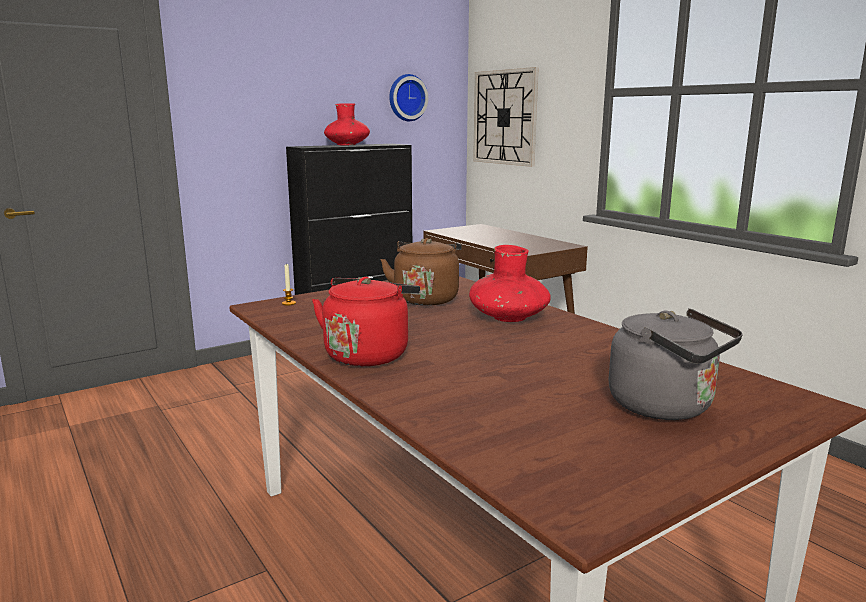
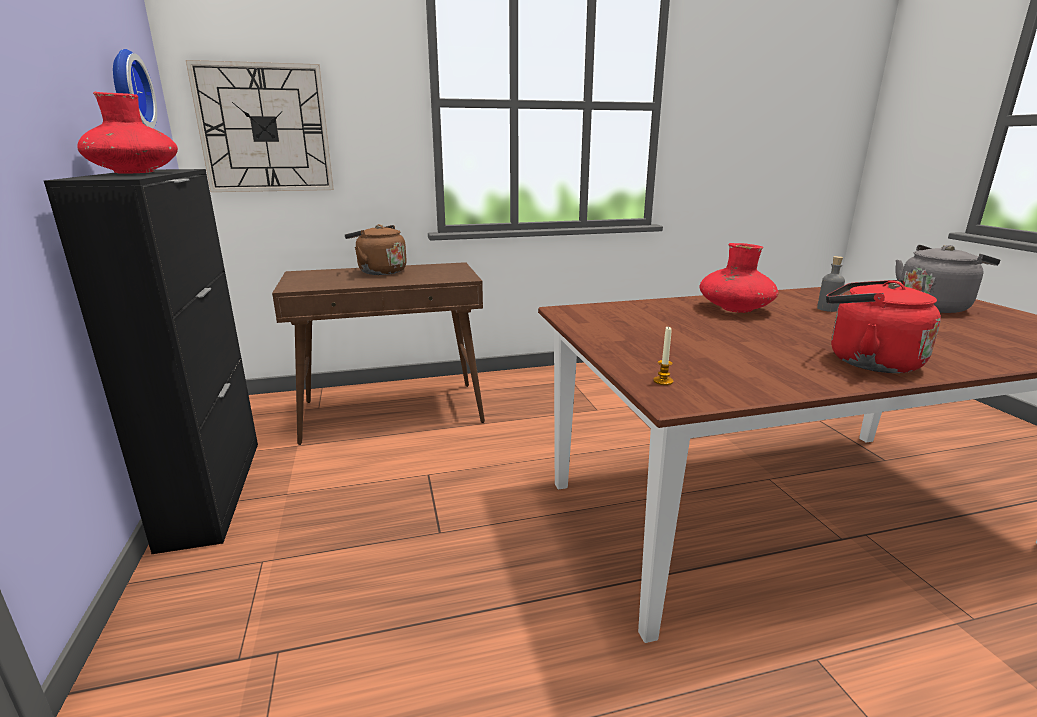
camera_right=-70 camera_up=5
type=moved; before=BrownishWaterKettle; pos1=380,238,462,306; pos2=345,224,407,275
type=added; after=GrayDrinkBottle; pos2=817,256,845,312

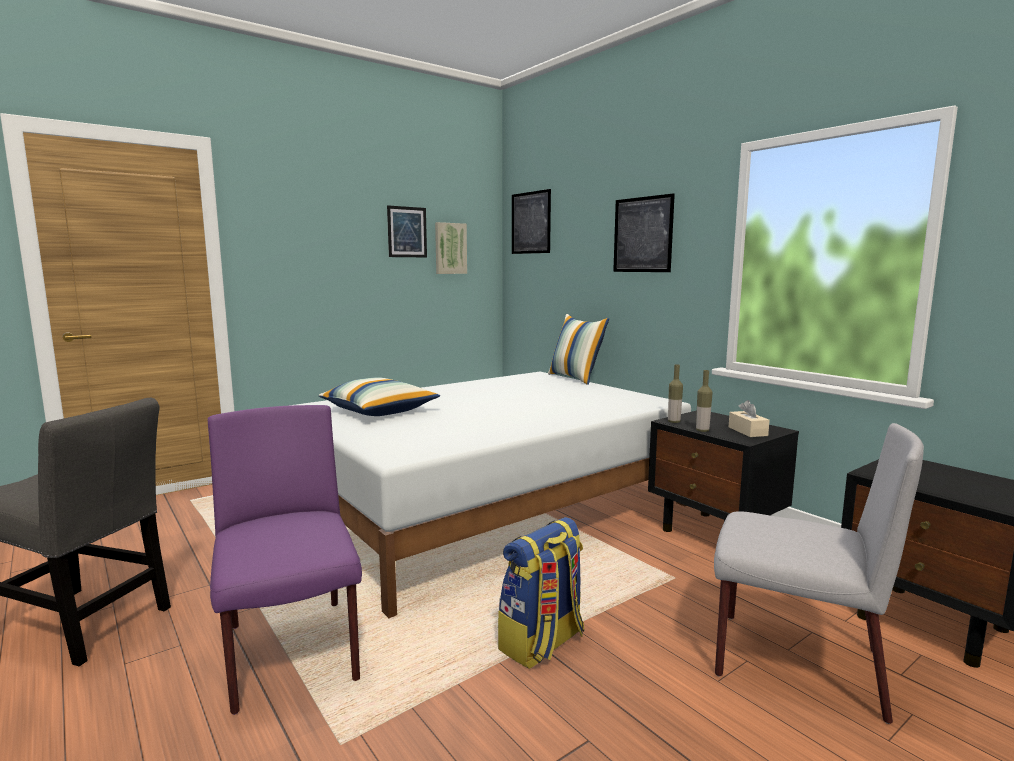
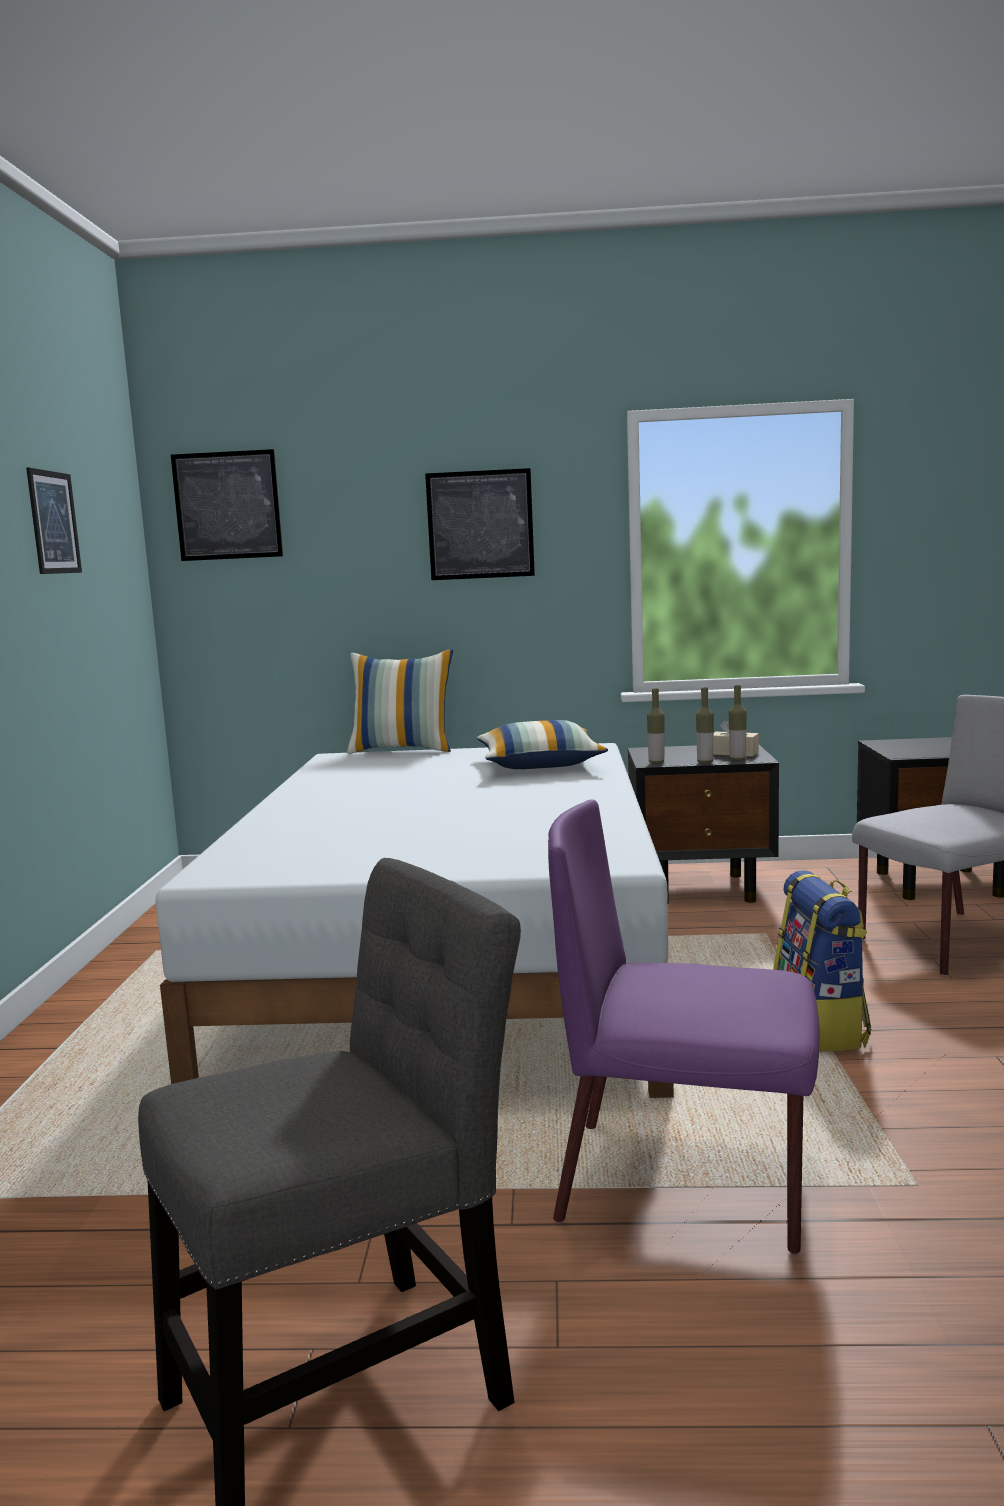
camera_right=-50 camera_up=0
type=moved; before=Pillow; pos1=318,377,440,416; pos2=477,720,608,769
type=removed; before=WallPicture; pos1=435,222,467,274
type=added; after=DrinkBottle; pos2=729,685,747,761

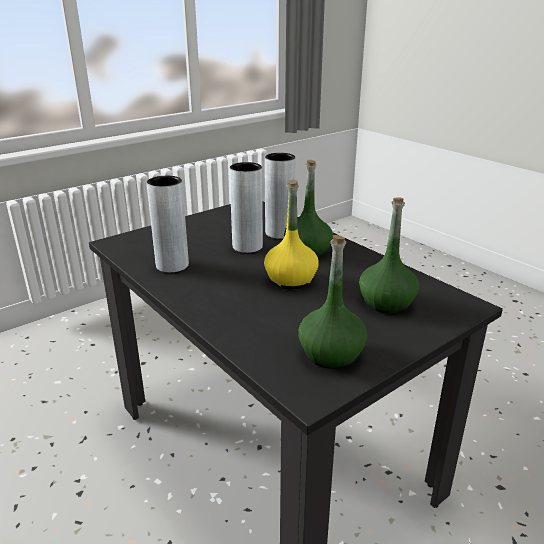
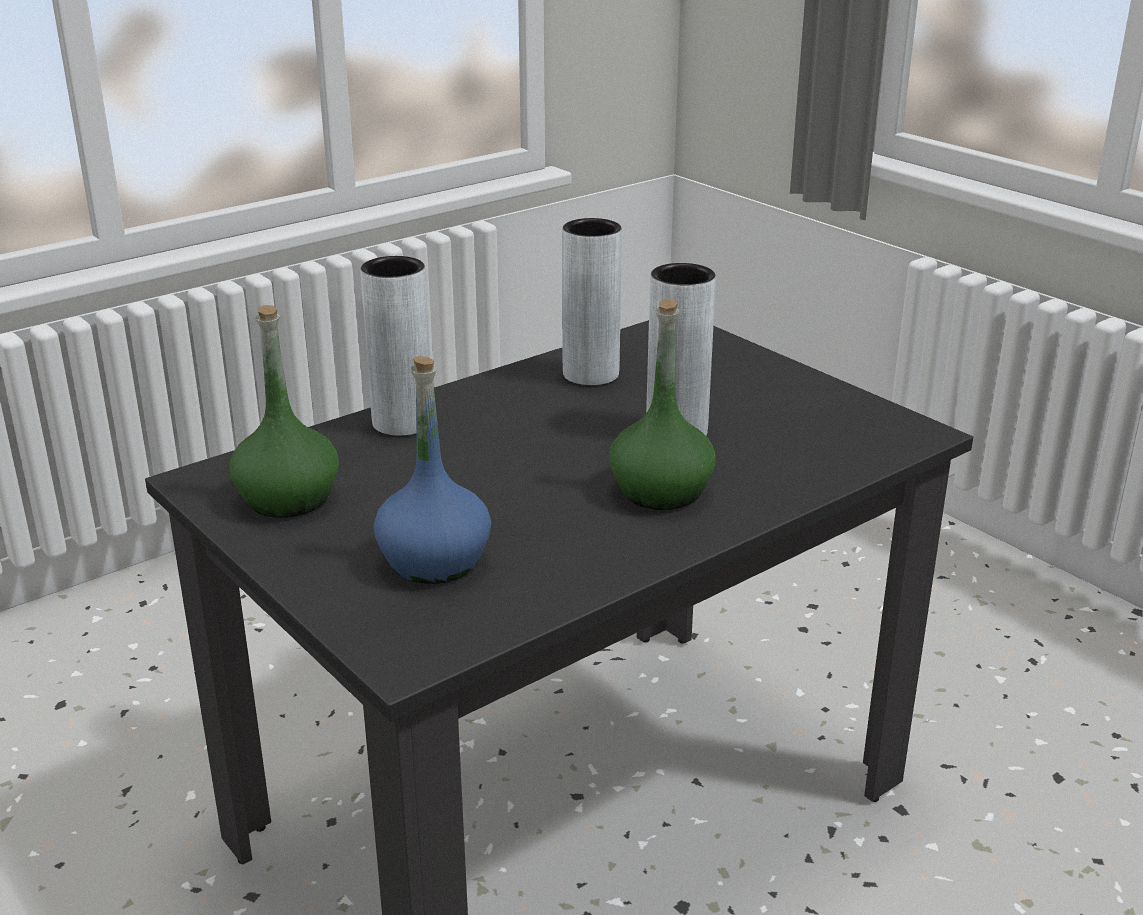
camera_right=90 camera_up=0
type=removed; before=YellowColouredDrinkBottle; pos1=264,180,319,289
type=moved; before=GrayDecorativeVase; pos1=265,153,296,239; pos2=360,256,430,436
type=recoloured; before=GreenishDrinkBottle; after=BlueColouredDrinkBottle; pos1=359,198,419,314; pos2=374,356,491,584

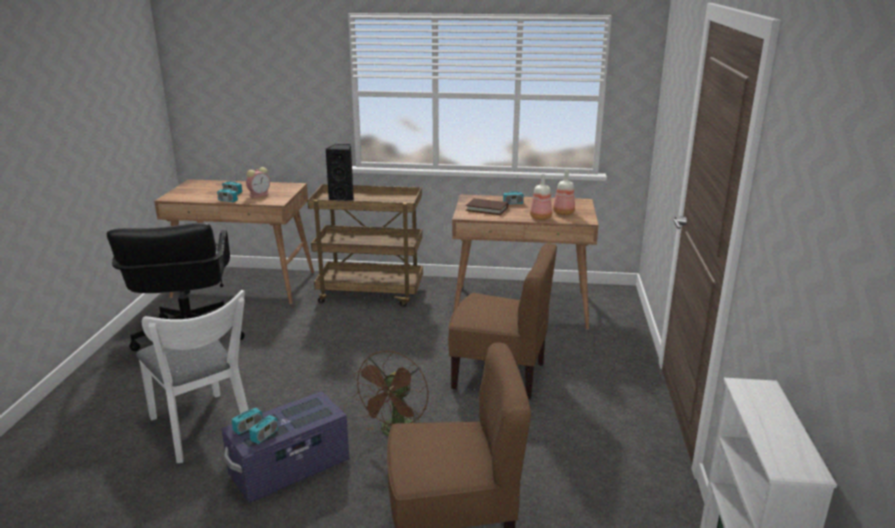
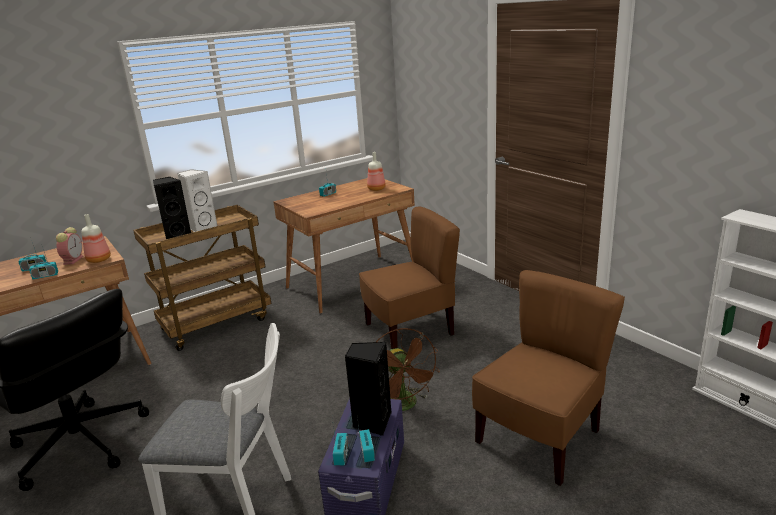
camera_right=-40 camera_up=0
type=removed; before=BrownishVolume; pos1=466,198,508,215
type=moved; before=DrinkBottle; pos1=530,174,552,220; pos2=81,214,111,263
type=added; after=WhitishLoudspeaker; pos2=177,169,217,232
type=added; after=BlackLoudspeaker; pos2=345,342,392,436

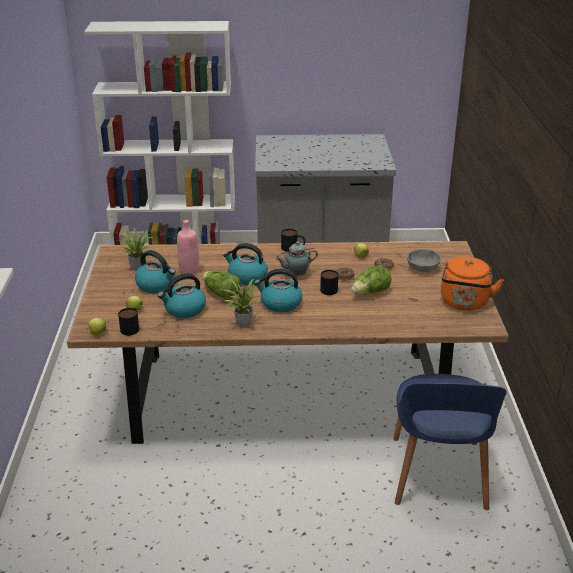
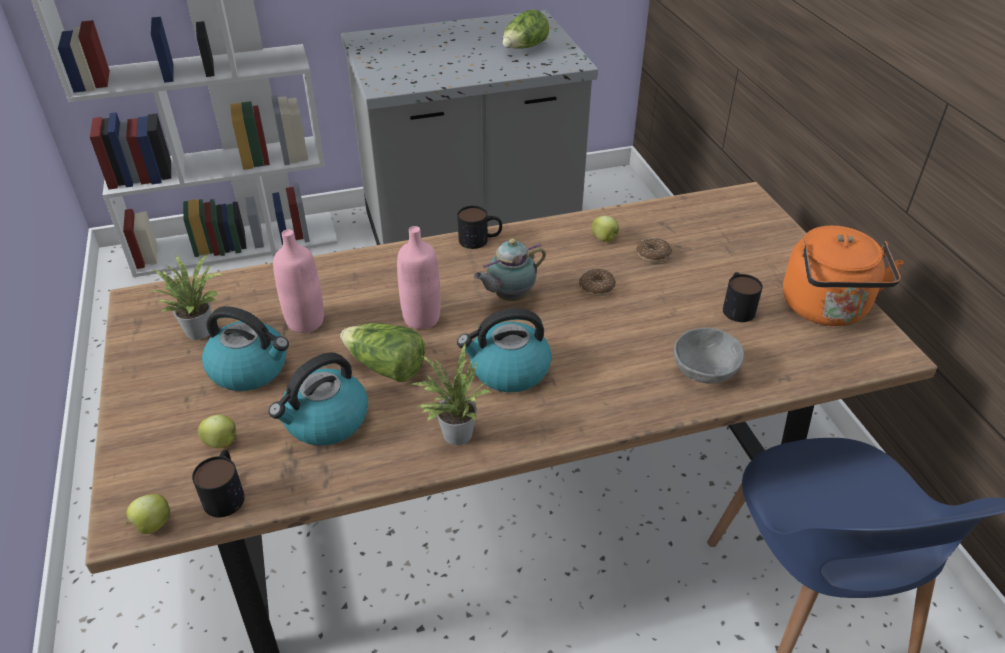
camera_right=-15 camera_up=10
type=replaced; before=WaterKettle; after=PinkDrinkBottle; pos1=223,243,268,285; pos2=397,226,441,329
type=moved; before=CoffeeMug; pos1=320,270,338,295; pos2=723,272,763,322
type=moved; before=LettuceHead; pos1=351,265,392,294; pos2=503,9,549,49
type=moved; before=GrayServingBowl; pos1=407,249,441,272; pos2=674,328,744,384

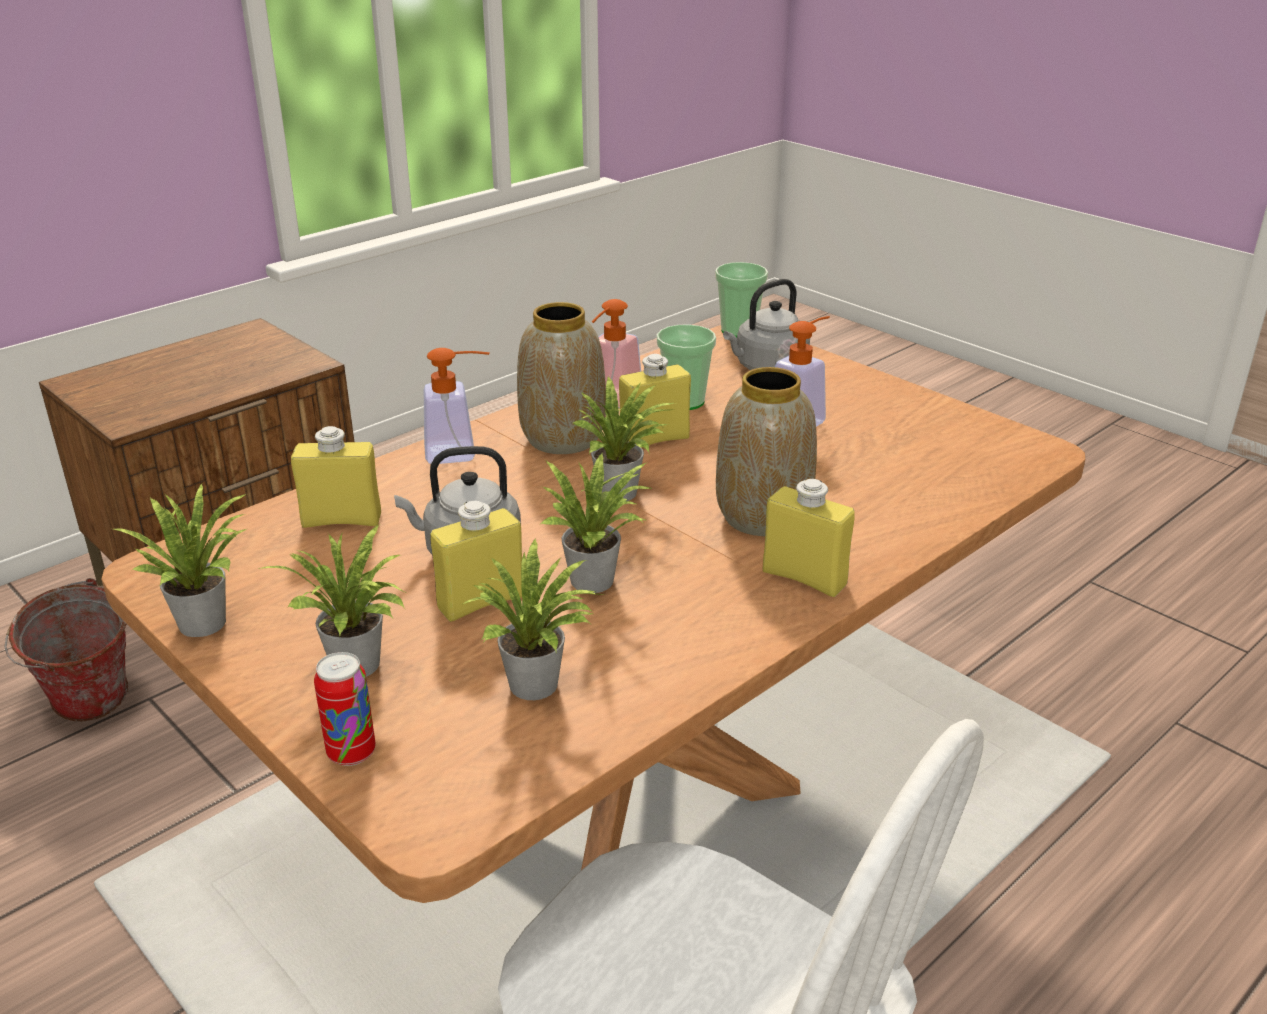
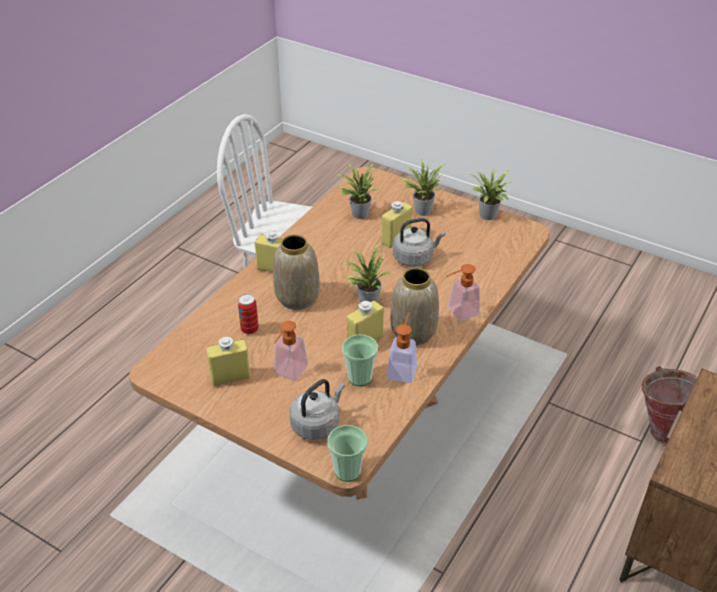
camera_right=165 camera_up=10
type=moved; before=YellowColouredDrinkBottle; pos1=291,426,381,528; pos2=206,337,251,386
type=moved; before=SealedCan; pos1=314,652,376,766; pos2=238,294,259,334
type=removed; before=Houseplant; pos1=540,453,653,593

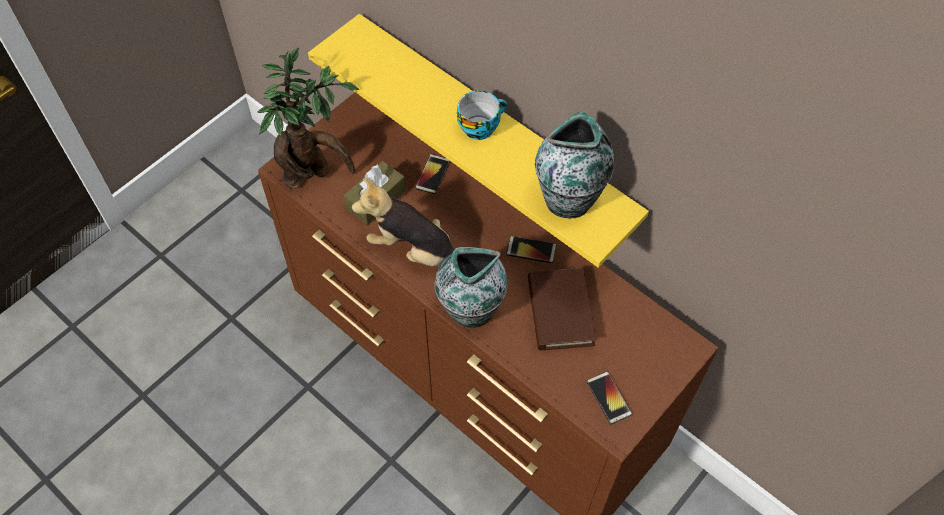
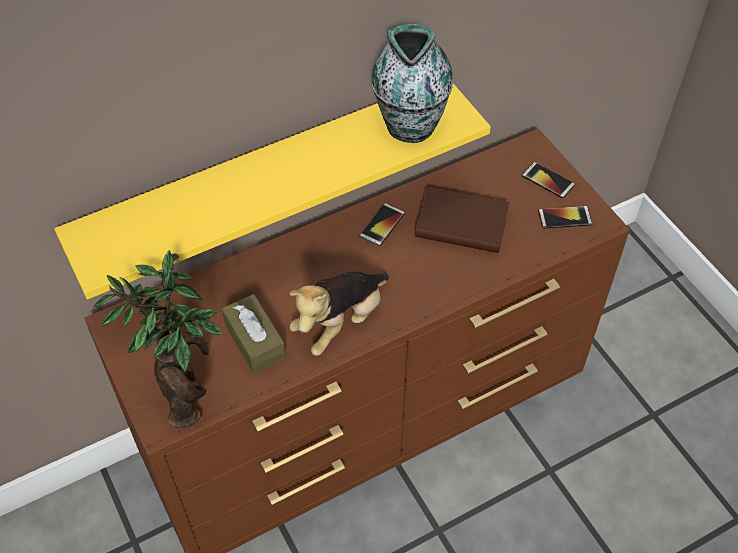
camera_right=-70 camera_up=-5
type=moved; before=Telephone; pos1=415,154,450,194; pos2=522,162,575,198
type=removed; before=DecorativeVase; pos1=434,247,508,328
type=removed; before=DrinkingCup; pos1=457,90,507,140

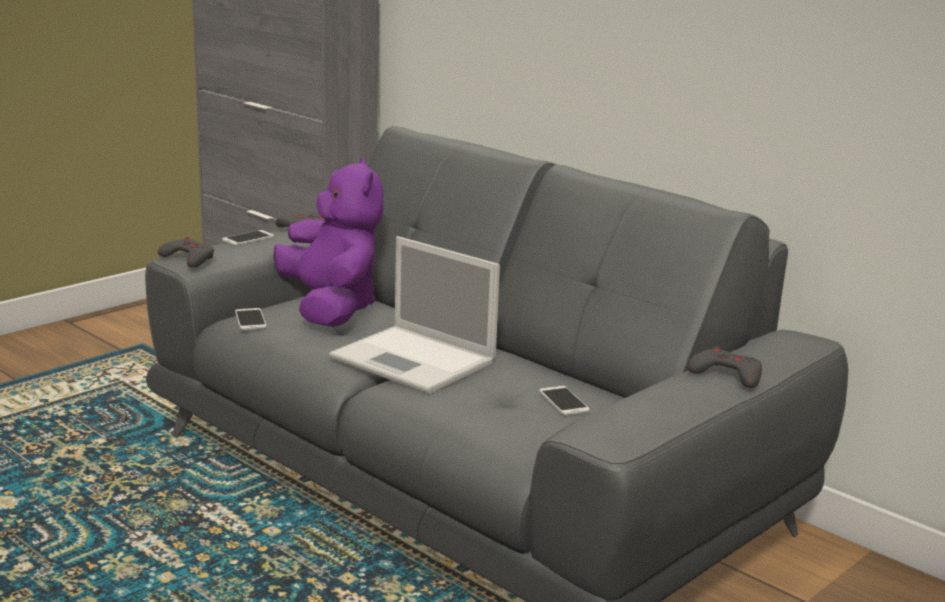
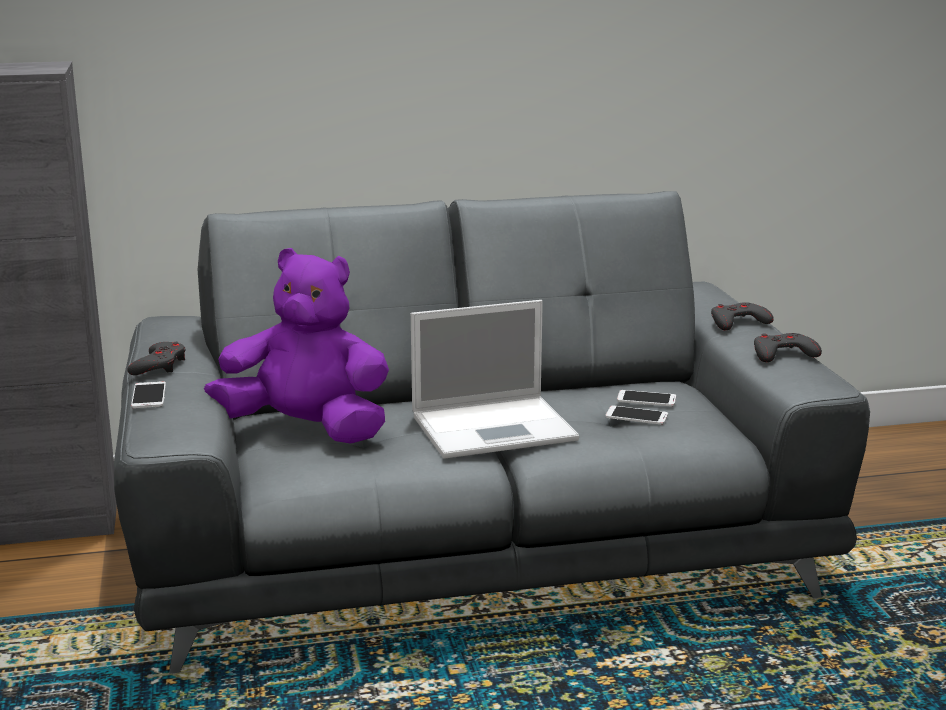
camera_right=-55 camera_up=0
type=moved; before=GrayGamepad; pos1=158,237,214,268; pos2=754,333,822,362
type=moved; before=Telephone; pos1=235,308,267,330; pos2=605,406,668,425

